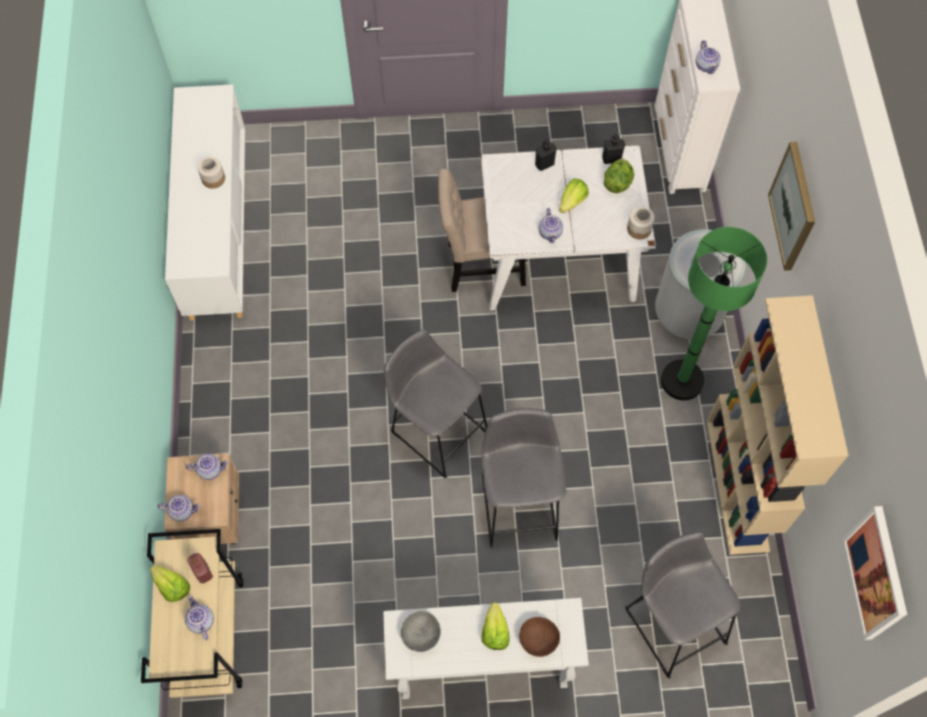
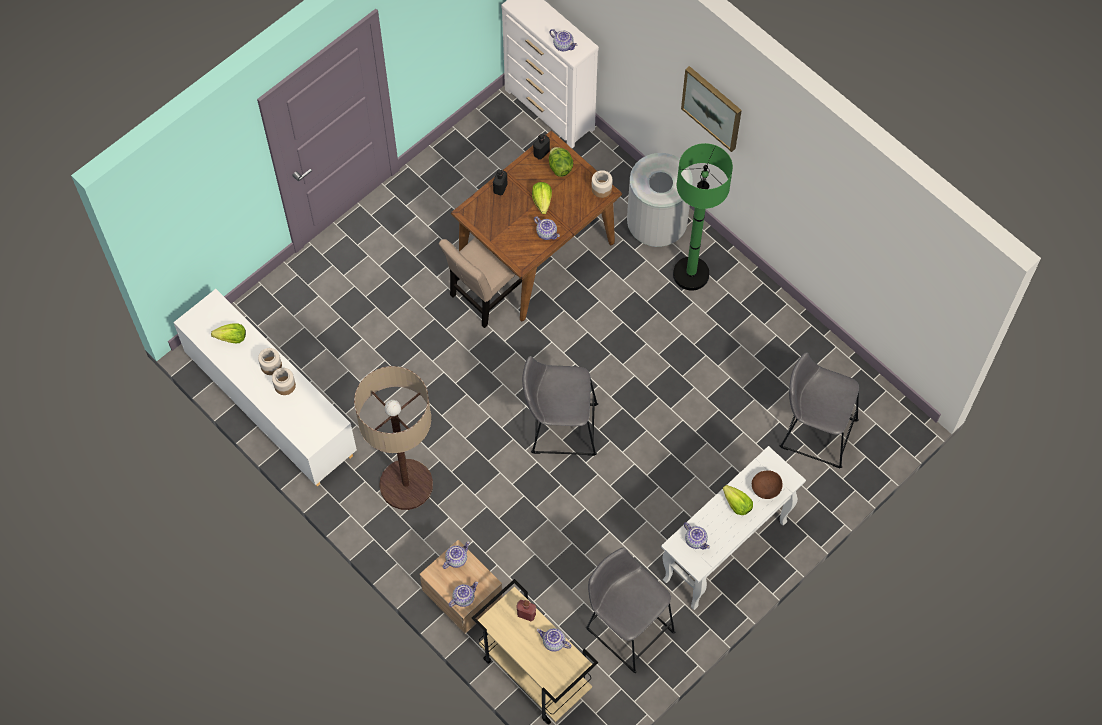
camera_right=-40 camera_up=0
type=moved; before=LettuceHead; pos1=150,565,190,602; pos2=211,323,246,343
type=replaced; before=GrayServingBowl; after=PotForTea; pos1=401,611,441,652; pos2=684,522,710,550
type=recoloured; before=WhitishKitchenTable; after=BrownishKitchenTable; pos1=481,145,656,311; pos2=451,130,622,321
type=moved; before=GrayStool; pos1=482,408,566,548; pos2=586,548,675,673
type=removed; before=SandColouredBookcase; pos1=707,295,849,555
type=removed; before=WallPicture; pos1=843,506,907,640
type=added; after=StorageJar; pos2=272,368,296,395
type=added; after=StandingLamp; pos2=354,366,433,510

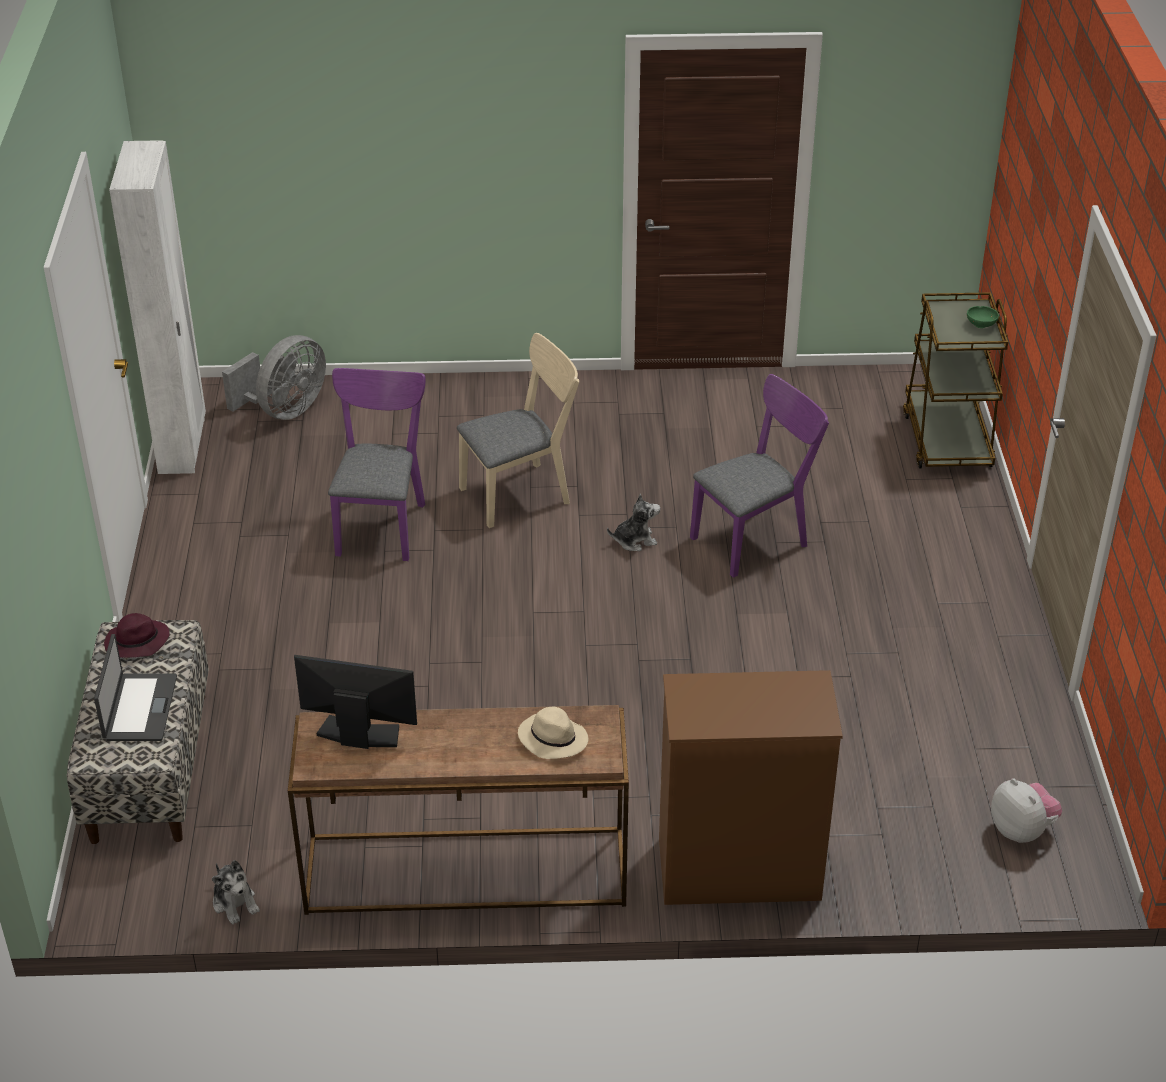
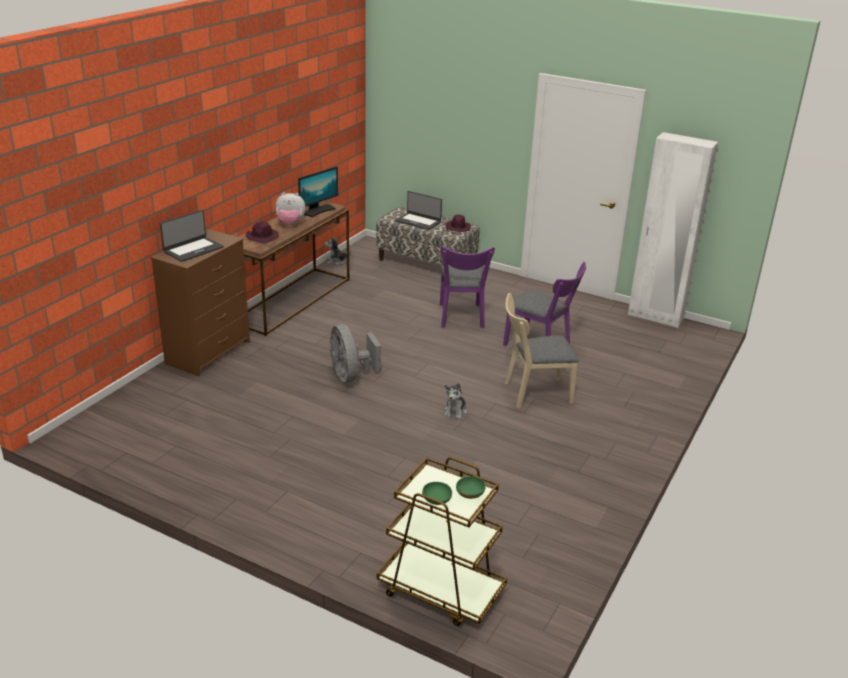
camera_right=120 camera_up=-10
type=moved; before=GrayCoolingFan; pos1=222,335,326,420; pos2=330,324,381,383
type=turned; before=SandColouredChair; pos1=457,333,579,528; pos2=505,293,579,409; turn=75
type=recoloured; before=SandColouredClothingHat; after=PurpleClothingHat; pos1=518,707,589,759; pos2=245,221,279,243
type=moved; before=PurpleChair; pos1=690,374,829,578; pos2=440,246,495,328
type=moved; before=PlushToy; pos1=991,778,1062,843; pos2=275,192,305,225
type=added; after=PortableComputer; pos2=160,210,224,262
type=added; after=GreenishServingBowl; pos2=456,476,486,499

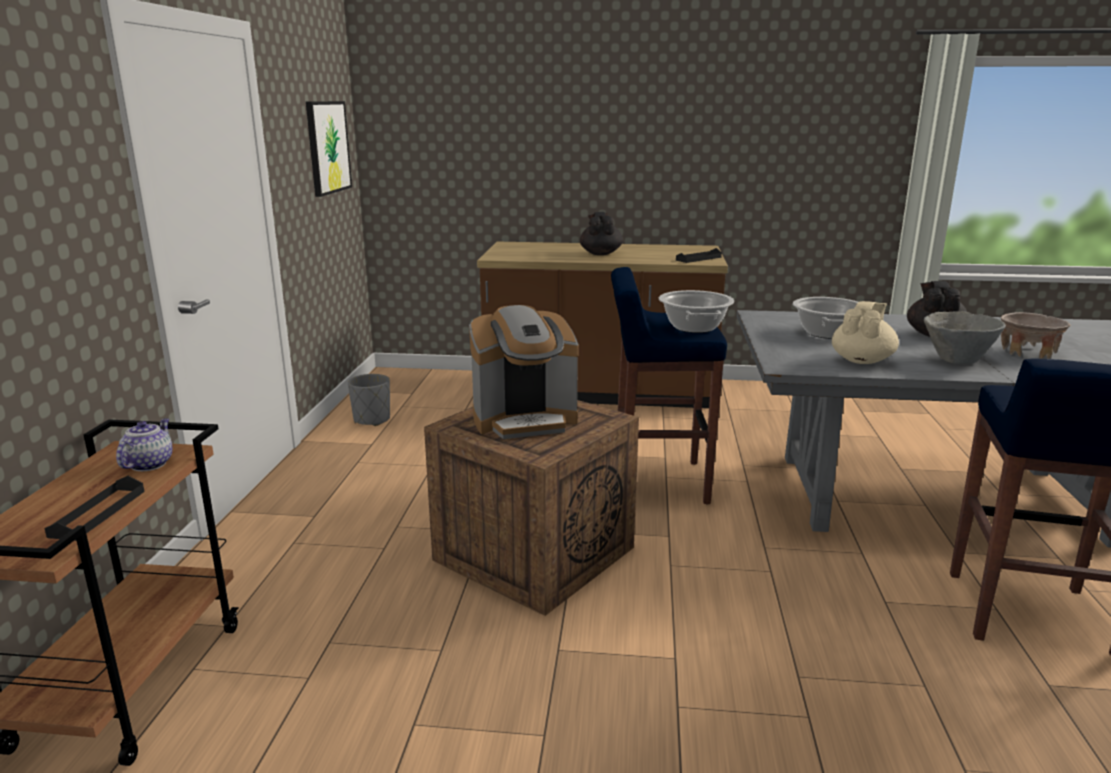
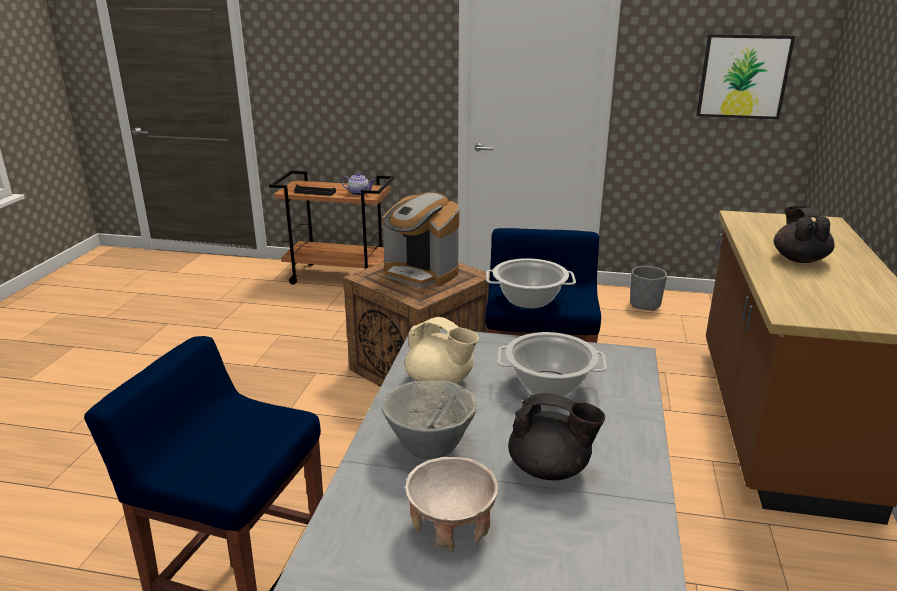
camera_right=95 camera_up=5
type=turned; before=CoffeeBrewer; pos1=469,305,579,439; pos2=382,192,460,288; turn=-45
type=turned; before=BlackPotForTea; pos1=580,212,623,255; pos2=774,205,835,263; turn=-90
type=removed; before=BlackServingTray; pos1=676,248,722,263

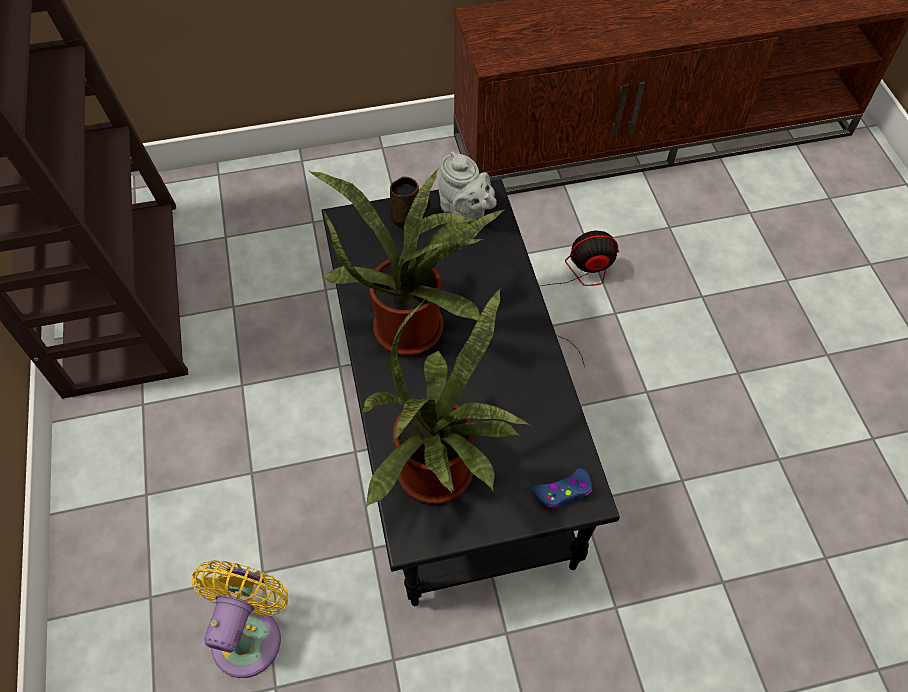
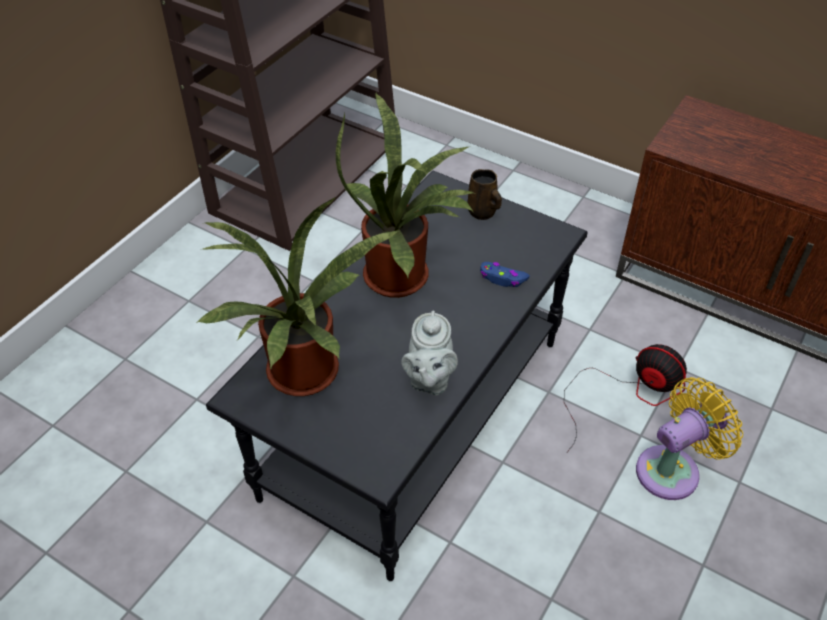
camera_right=45 camera_up=-10
type=moved; before=YellowColouredCoolingFan; pos1=192,560,288,678; pos2=636,377,743,500
type=moved; before=GrayPotForTea; pos1=439,152,497,224; pos2=401,311,458,395
type=moved; before=BlueColouredGamepad; pos1=532,468,592,510; pos2=480,262,530,287

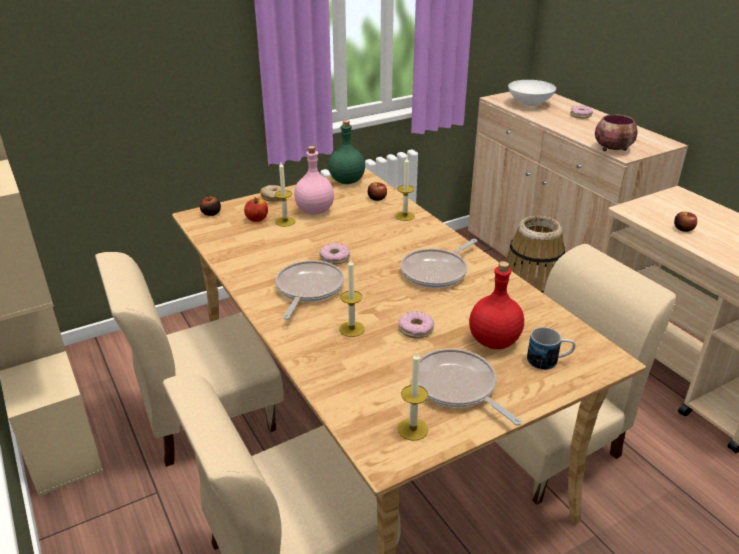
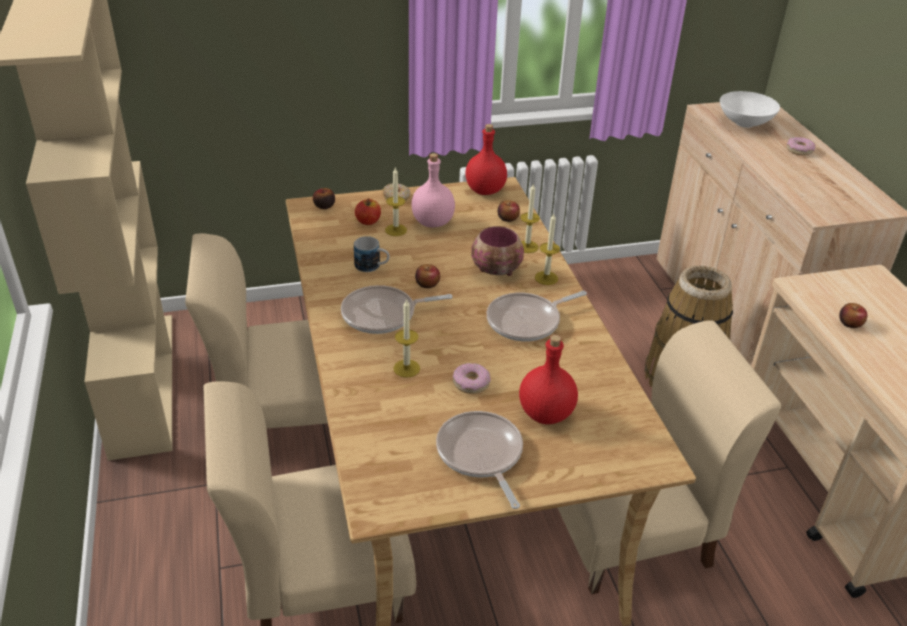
camera_right=15 camera_up=5
type=turned; before=Pan; pos1=276,260,344,320; pos2=341,285,453,334; turn=-135
type=replaced; before=RingDoughnut; after=WholeApple; pos1=319,243,350,265; pos2=415,264,440,288
type=recoloured; before=GreenishDrinkBottle; after=RedDrinkBottle; pos1=328,120,365,184; pos2=465,124,507,195
type=moved; before=WaxCandle; pos1=398,351,428,441; pos2=535,214,560,285
type=moved; before=CoffeeMug; pos1=527,327,576,370; pos2=354,236,390,272
type=moved; before=ServingBowl; pos1=595,115,638,151; pos2=471,226,524,276

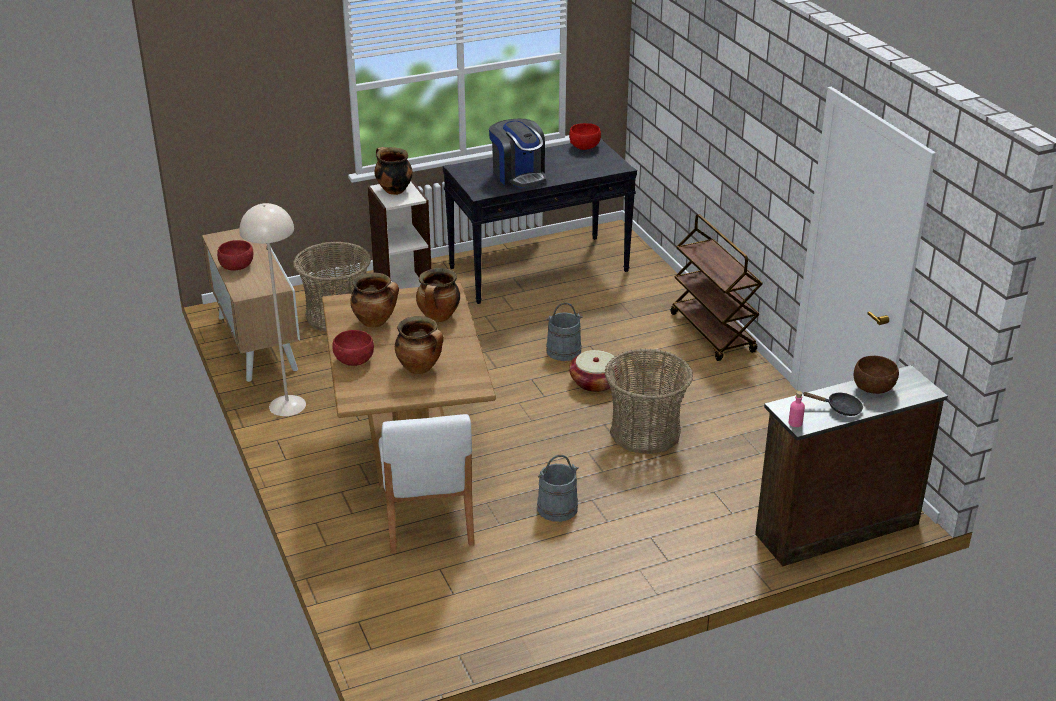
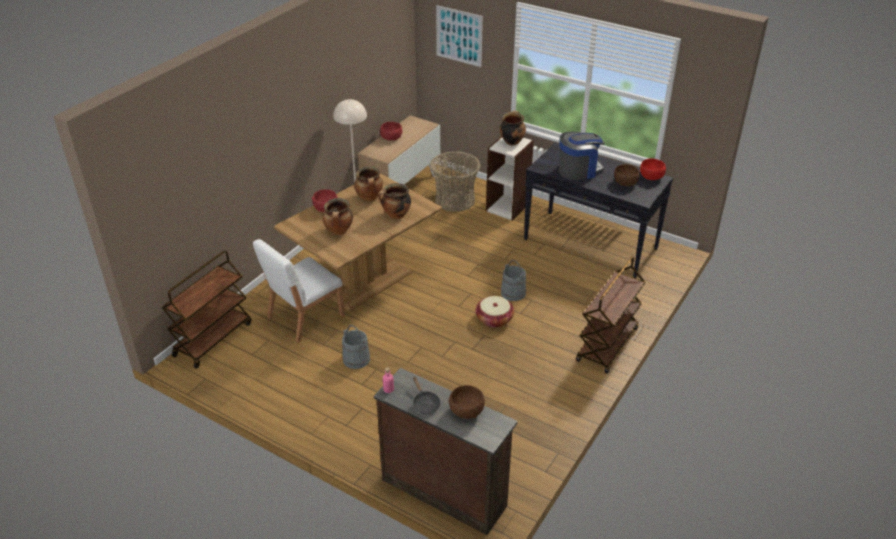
camera_right=55 camera_up=5
type=turned; before=CoffeeBrewer; pos1=489,119,546,188; pos2=559,132,605,180; turn=-135
type=removed; before=HouseholdBasket; pos1=605,348,693,454
type=added; after=BrownishTrolley; pos2=162,250,251,369
type=added; after=WallPicture; pos2=436,5,483,67
type=added; after=BrownishServingBowl; pos2=614,164,640,186

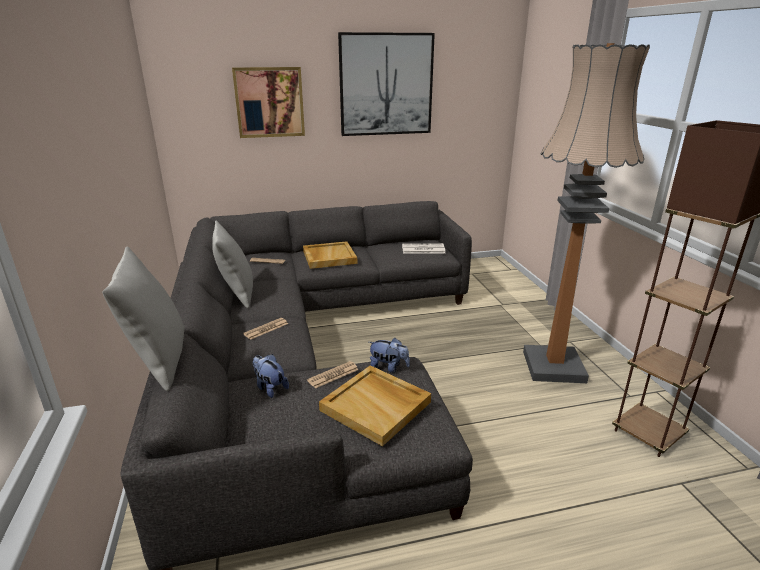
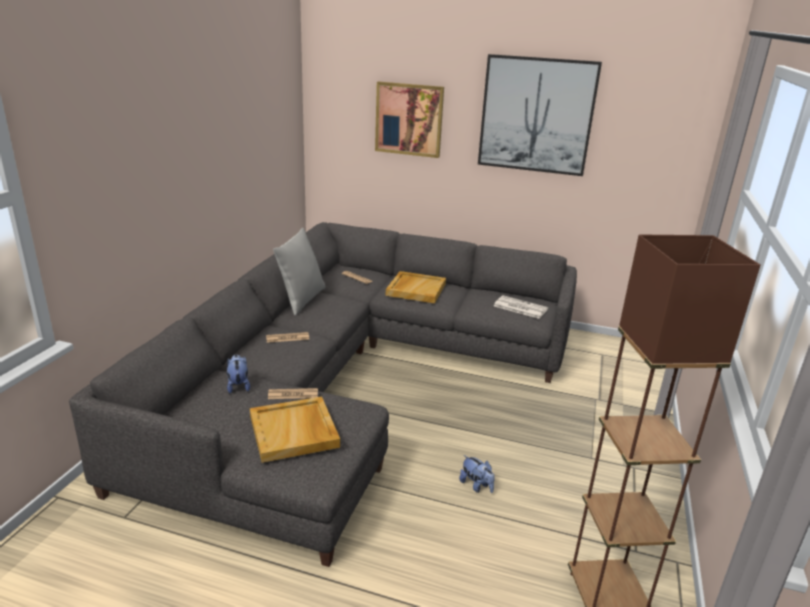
camera_right=30 camera_up=0
type=removed; before=GrayPillow; pos1=102,247,185,391
type=moved; before=PlushToy; pos1=369,338,410,373; pos2=459,455,495,493
type=removed; before=StandingLamp; pos1=523,43,650,383

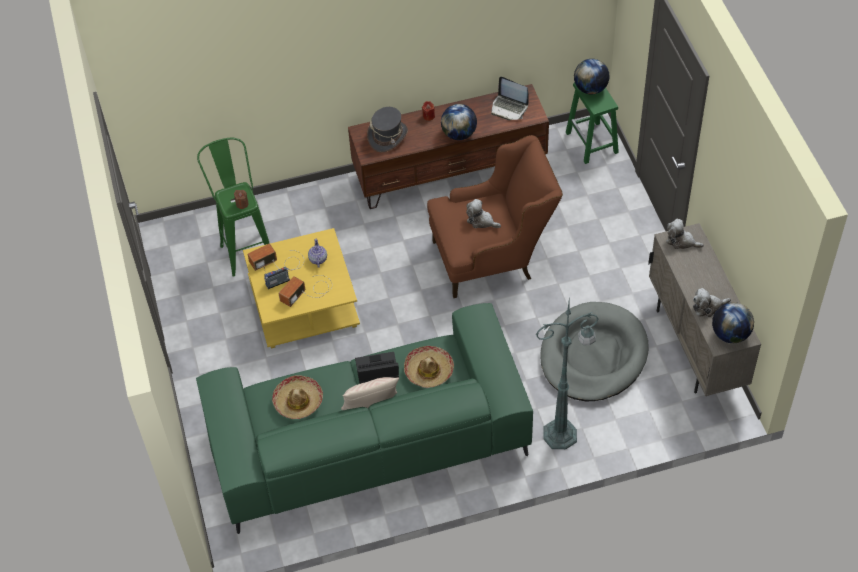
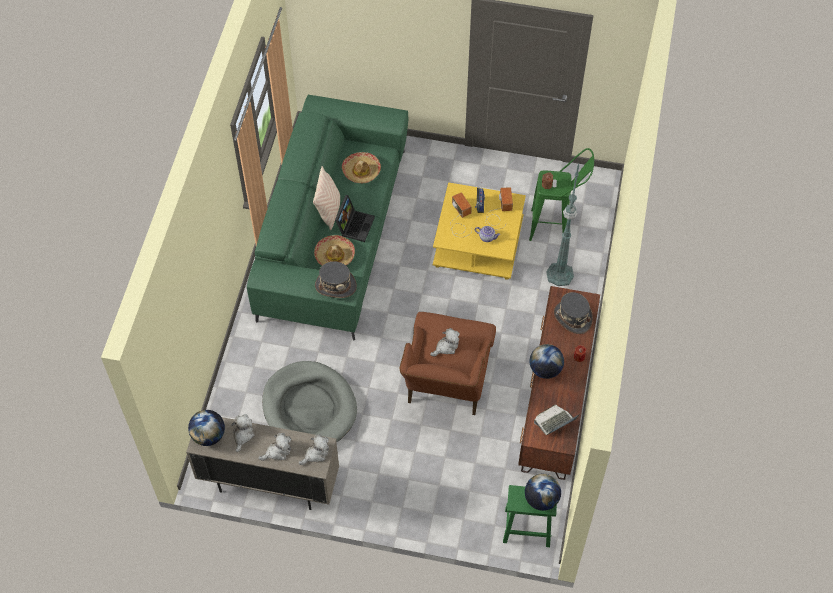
camera_right=115 camera_up=5
type=moved; before=GreenishStandingLamp; pos1=536,303,599,449; pos2=546,163,579,286
type=added; after=PlushToy; pos2=258,433,291,461
type=added; after=GrayClothingHat; pos2=315,261,357,298

